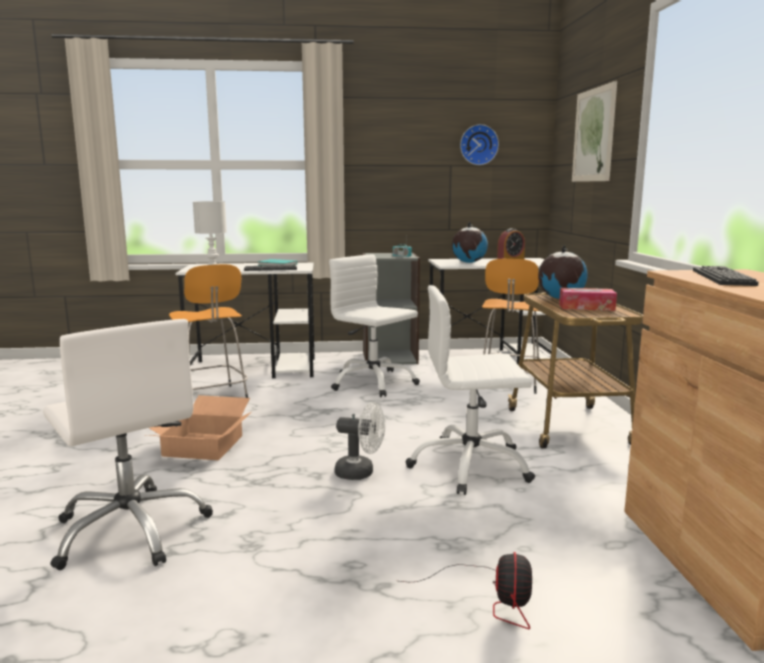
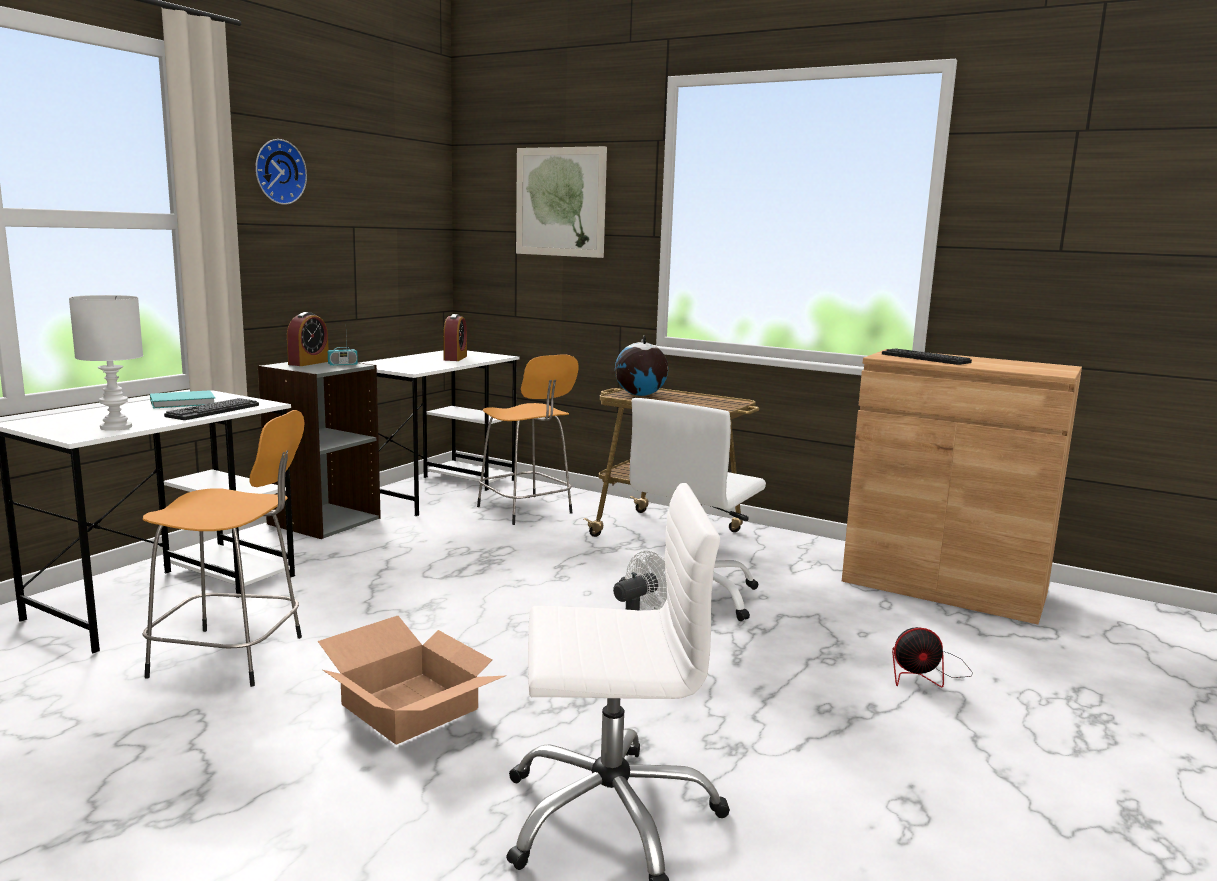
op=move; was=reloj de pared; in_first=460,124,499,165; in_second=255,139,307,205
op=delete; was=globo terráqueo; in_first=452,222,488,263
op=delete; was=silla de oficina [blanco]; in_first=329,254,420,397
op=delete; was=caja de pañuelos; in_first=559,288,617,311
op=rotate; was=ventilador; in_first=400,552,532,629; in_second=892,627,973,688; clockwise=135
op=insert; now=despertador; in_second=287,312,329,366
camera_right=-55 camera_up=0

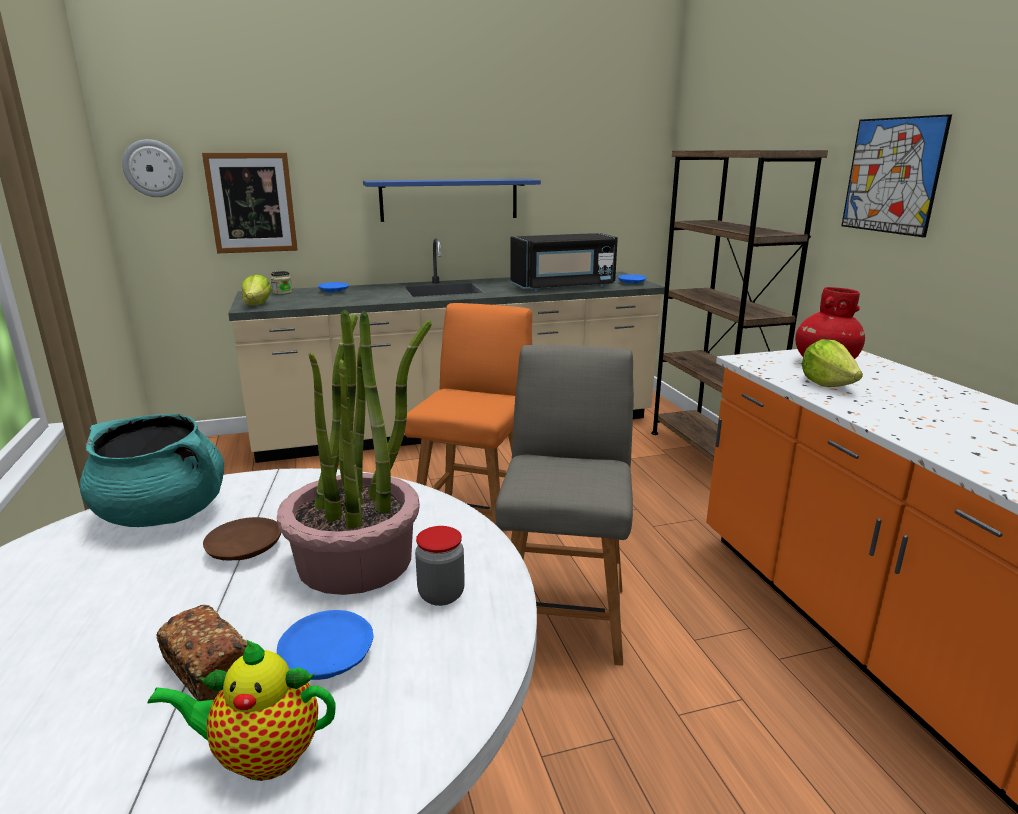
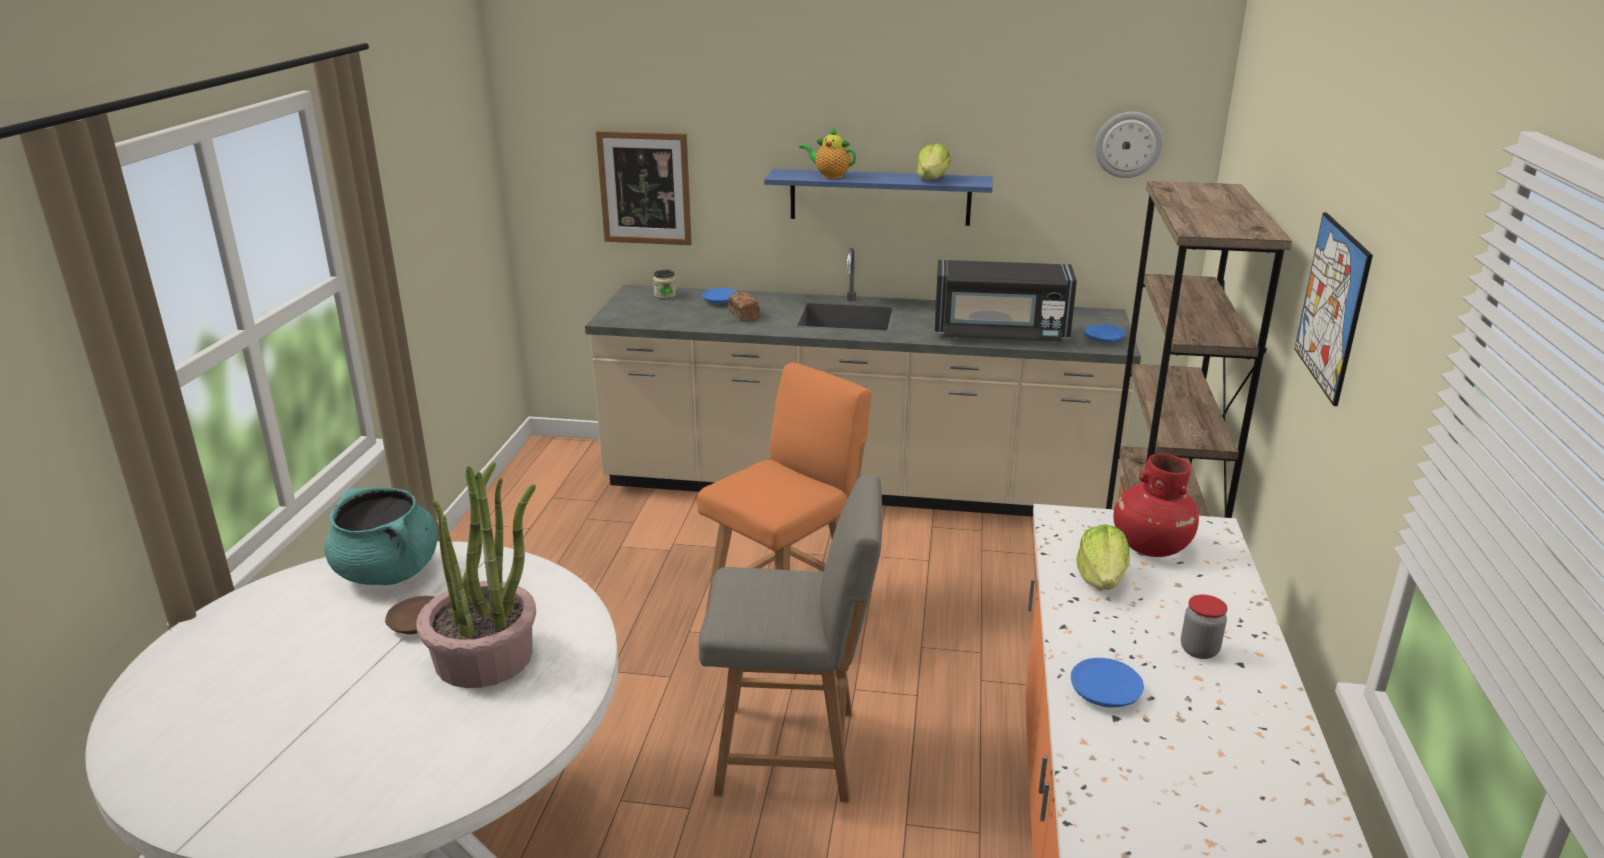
op=move; was=reloj de pared; in_first=122,139,183,197; in_second=1095,112,1163,178
op=move; was=lechuga; in_first=242,274,272,305; in_second=917,143,951,180
op=rotate; was=silla [gris]; in_first=495,345,634,666; in_second=699,474,882,802; clockwise=60
op=move; was=tarro; in_first=415,526,465,606; in_second=1181,595,1228,659
op=move; was=pan; in_first=156,605,248,701; in_second=728,292,760,321
op=move; was=plato [azul]; in_first=277,610,373,680; in_second=1071,658,1144,708
op=move; was=tetera; in_first=148,639,336,781; in_second=799,127,856,179
camera_right=25 camera_up=5

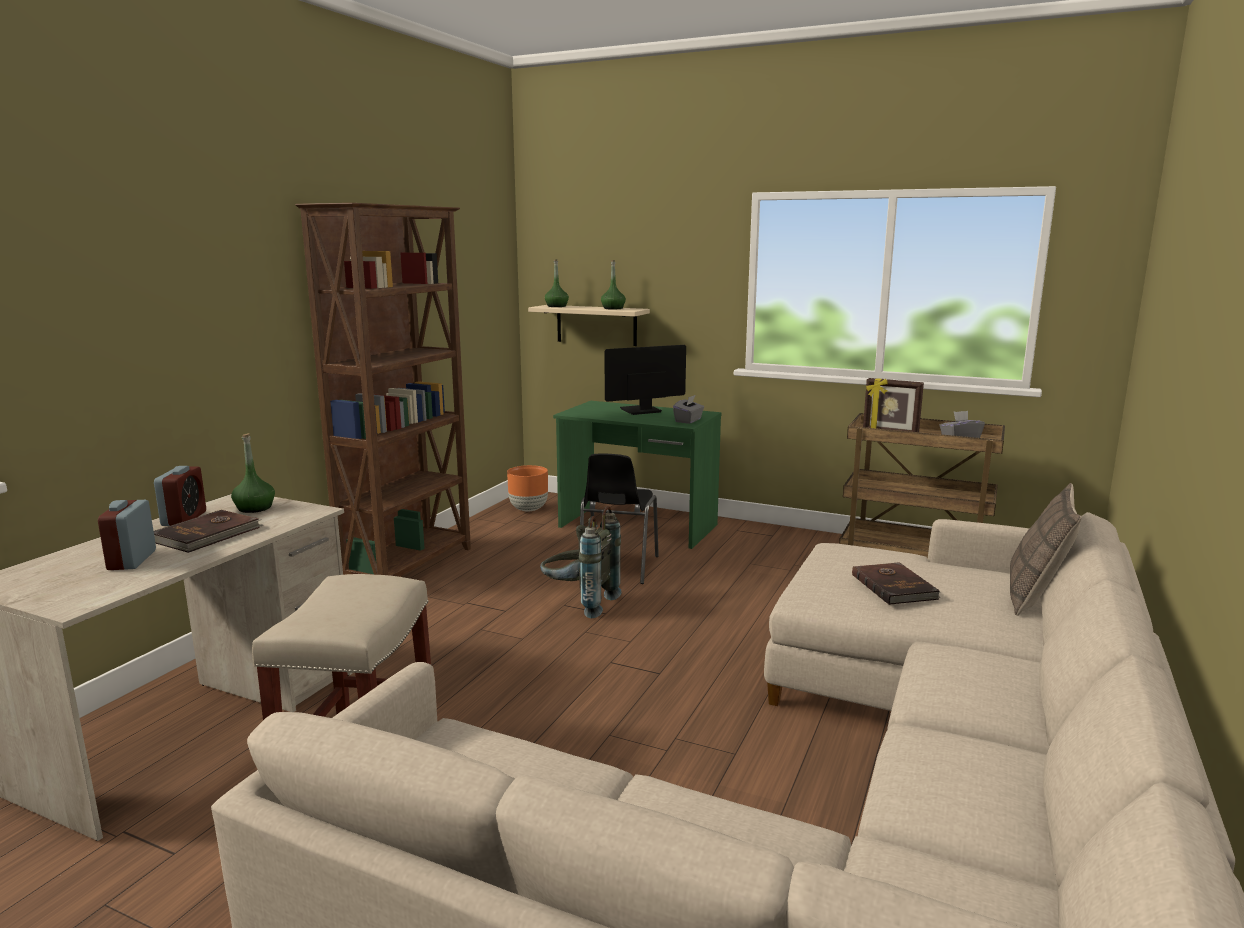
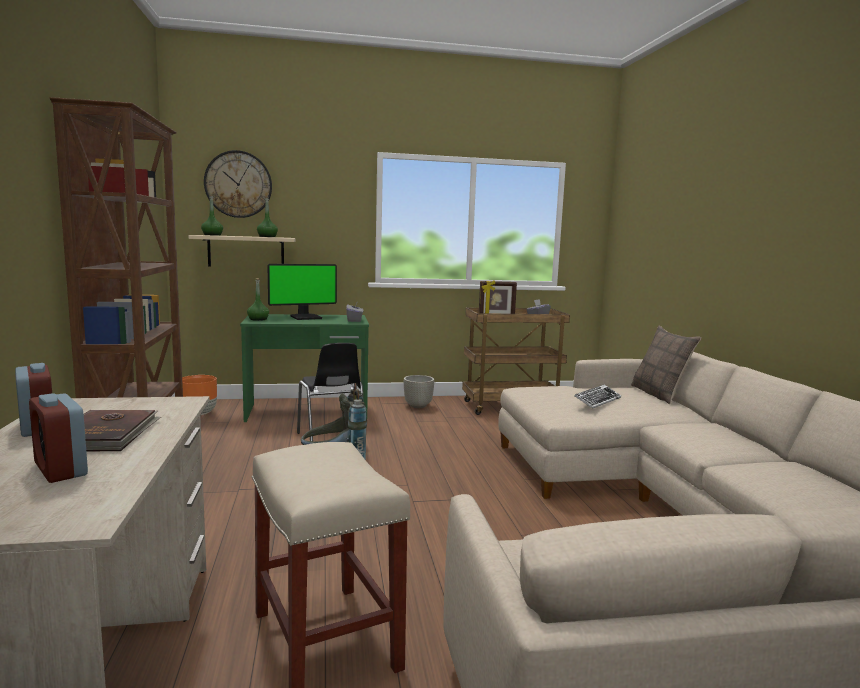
op=rotate; was=monitor; in_first=604,345,686,415; in_second=267,264,337,320; clockwise=-150
op=move; was=botella [verde]; in_first=231,433,275,513; in_second=247,278,269,321
op=replace; was=libro [marrón]; now=teclado; in_first=852,562,940,605; in_second=574,385,621,409
op=insert; now=reloj de pared; in_second=204,150,272,218
op=insert; now=maceta [gris]; in_second=404,375,434,408
camera_right=-35 camera_up=-5

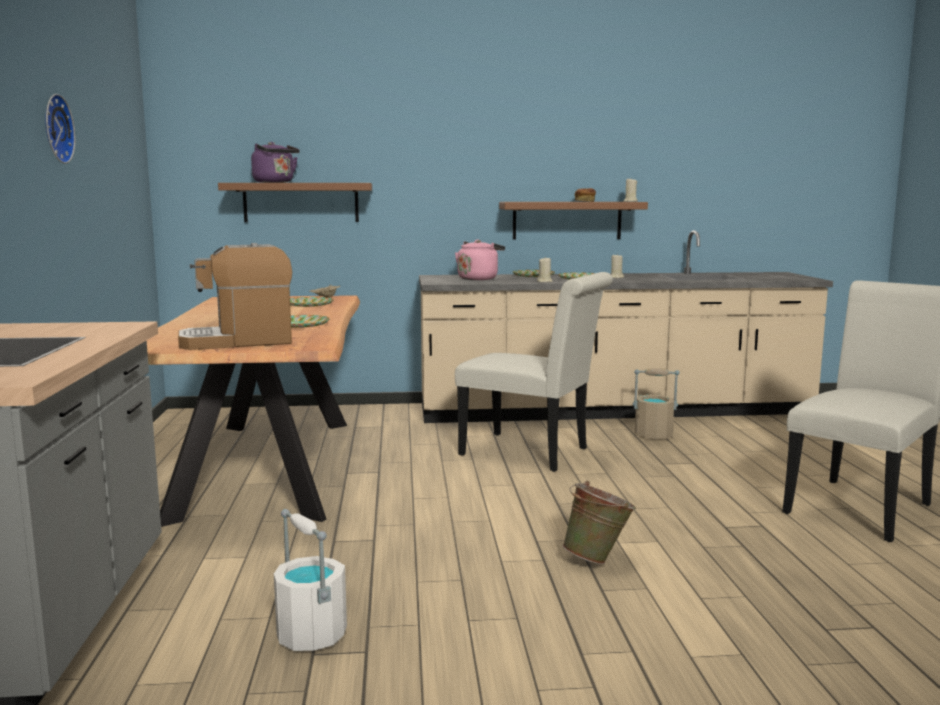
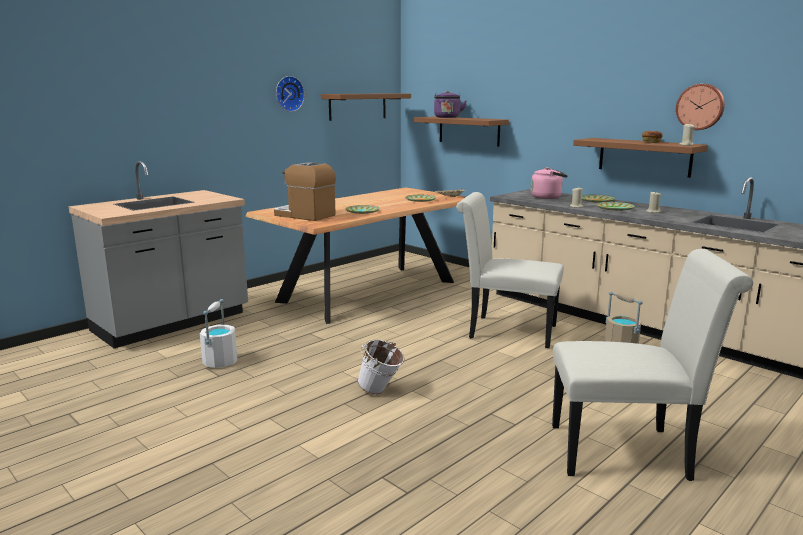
op=rotate; was=silla [blanco]; in_first=455,272,613,472; in_second=456,192,564,348; clockwise=120
op=recolor; was=cubo [verde]; now=cubo [blanco]; in_first=562,481,636,564; in_second=357,340,404,394
op=insert; now=reloj de pared; in_second=676,84,725,130
op=insert; now=estante [marrón]; in_second=321,93,411,121
camera_right=50 camera_up=5

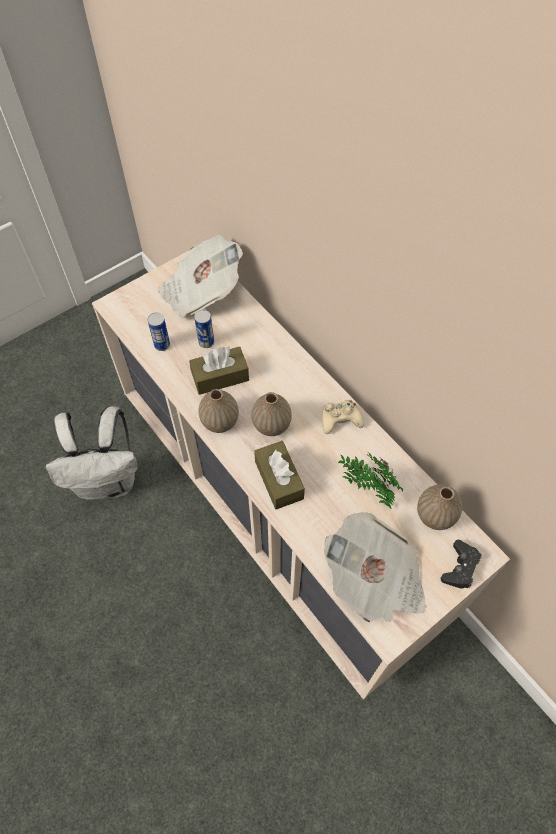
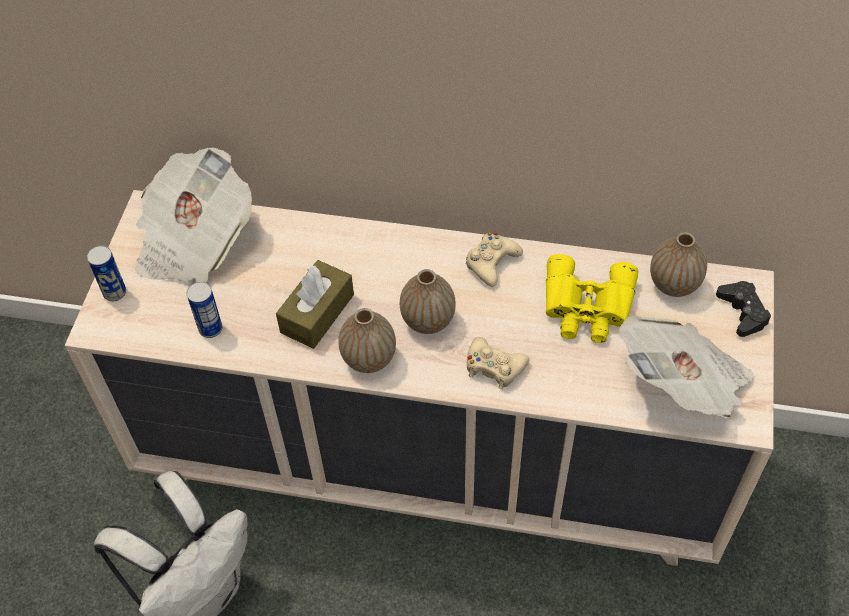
op=move; was=lata; in_first=194,310,214,348; in_second=87,246,126,301
op=replace; was=caja de pañuelos [marrón]; now=mando de consola [beis]; in_first=254,441,305,509; in_second=467,337,530,390
op=replace; was=planta en maceta; now=prismáticos [amarillo]; in_first=338,453,403,509; in_second=546,254,638,343
camera_right=-40 camera_up=-5

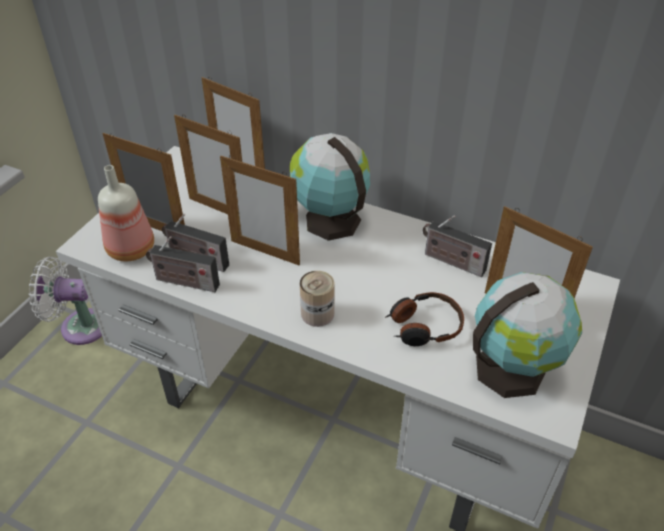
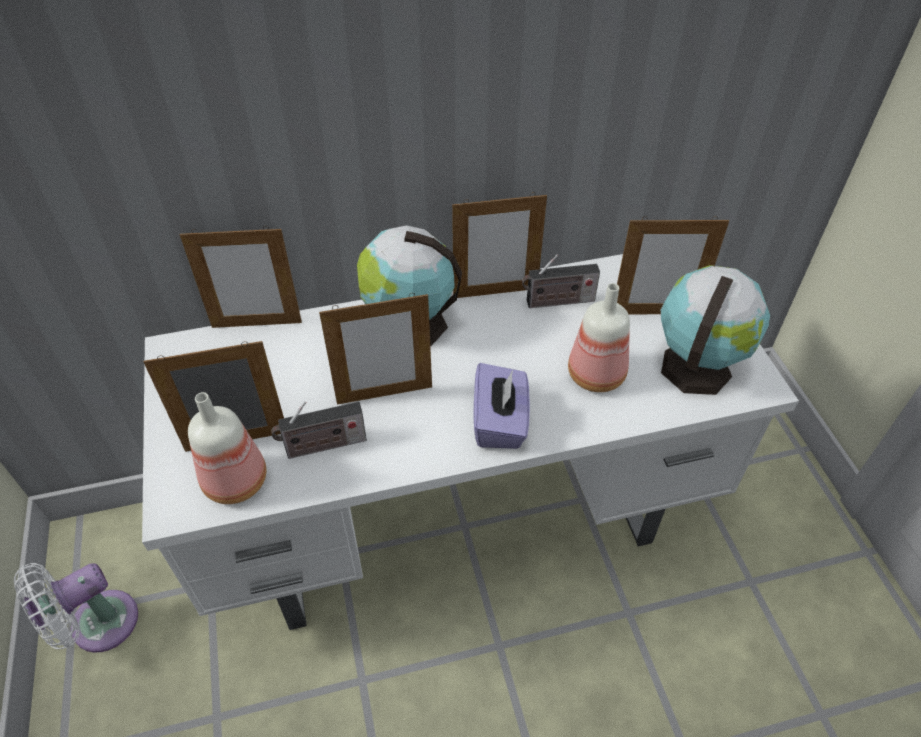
op=move; was=portarretratos; in_first=174,114,242,214; in_second=452,192,547,298
op=delete; was=radio; in_first=146,236,220,292
op=replace; was=lata; now=caja de pañuelos [morado]; in_first=300,271,335,327; in_second=473,363,530,449
op=replace; was=auriculares; now=botella; in_first=385,292,464,346; in_second=568,283,630,392
camera_right=-40 camera_up=5

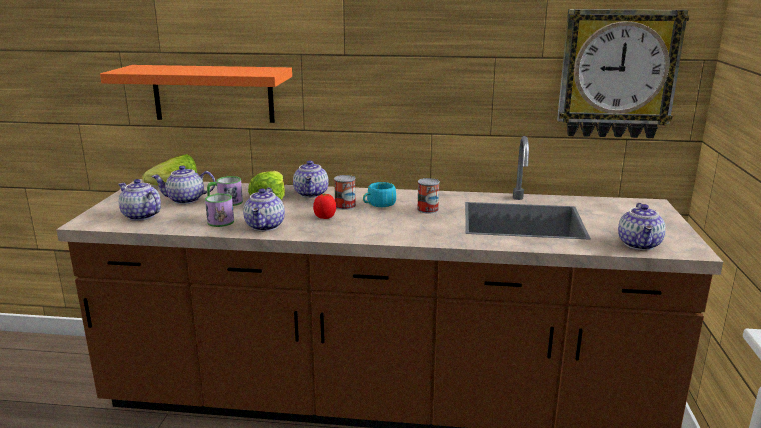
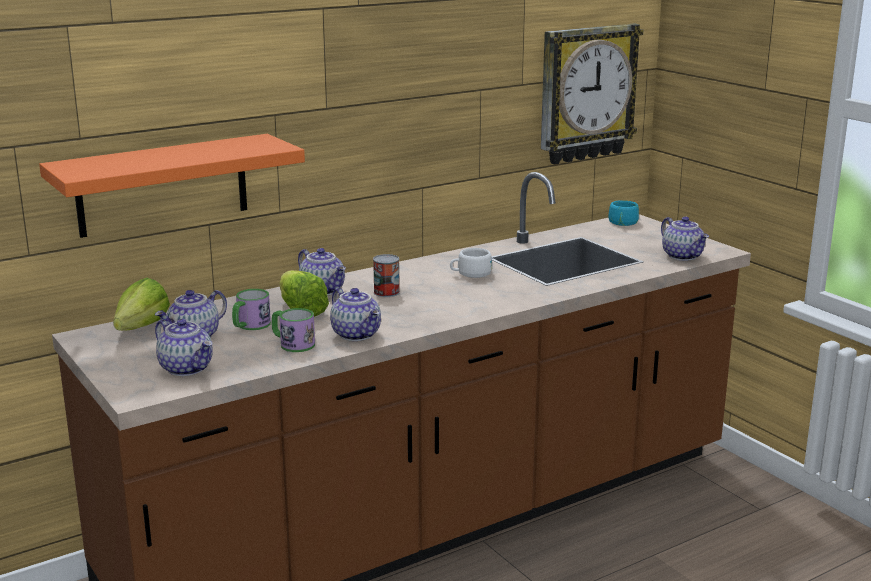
op=replace; was=lata; now=taza [blanco]; in_first=417,178,440,213; in_second=450,248,492,278
op=rotate; was=tetera; in_first=118,179,161,221; in_second=155,319,213,376; clockwise=-135
op=move; was=taza [turquesa]; in_first=363,182,396,207; in_second=608,200,639,226
op=delete; was=tomate; in_first=313,194,336,219
camera_right=-40 camera_up=0

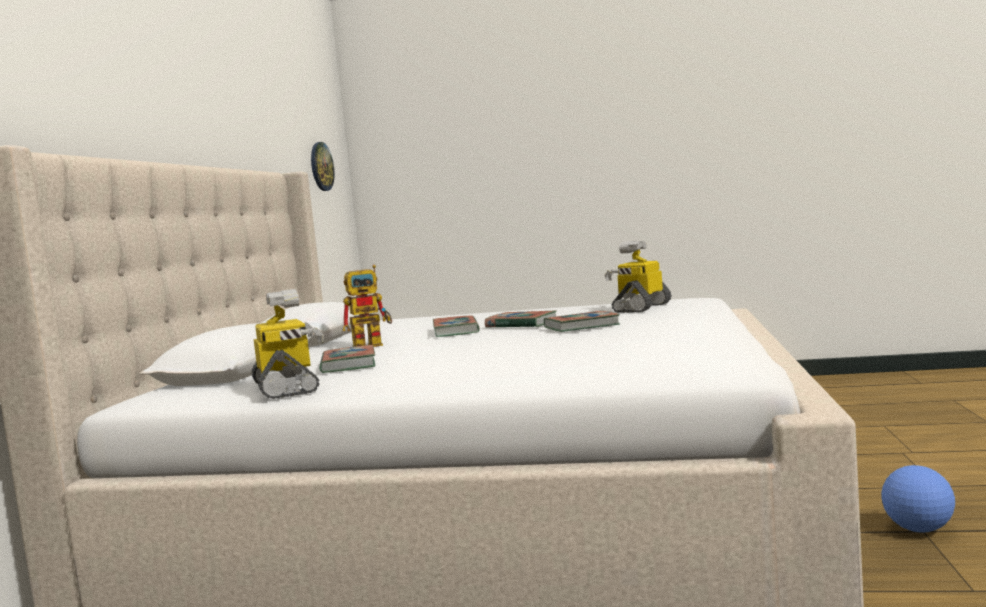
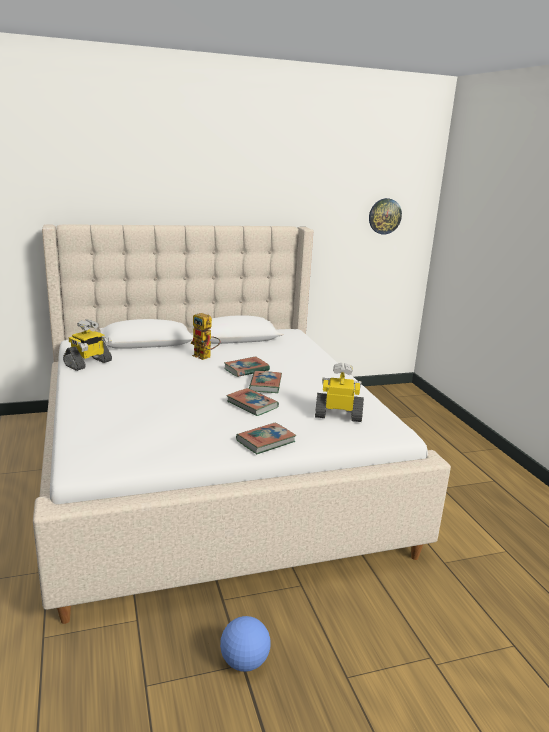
op=move; was=libro; in_first=320,345,375,373; in_second=236,423,296,454
camera_right=60 camera_up=15

